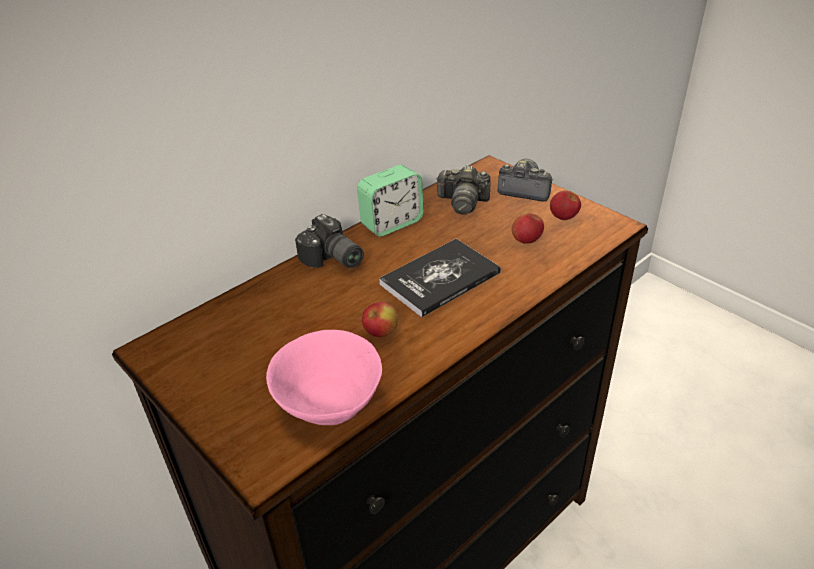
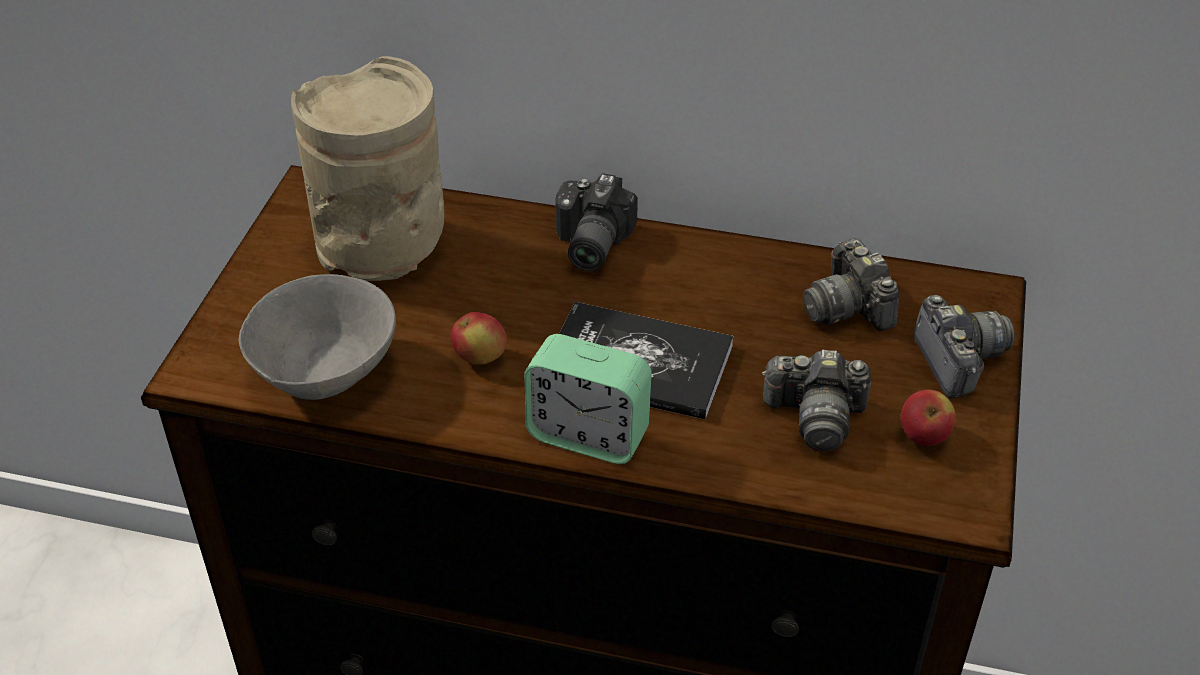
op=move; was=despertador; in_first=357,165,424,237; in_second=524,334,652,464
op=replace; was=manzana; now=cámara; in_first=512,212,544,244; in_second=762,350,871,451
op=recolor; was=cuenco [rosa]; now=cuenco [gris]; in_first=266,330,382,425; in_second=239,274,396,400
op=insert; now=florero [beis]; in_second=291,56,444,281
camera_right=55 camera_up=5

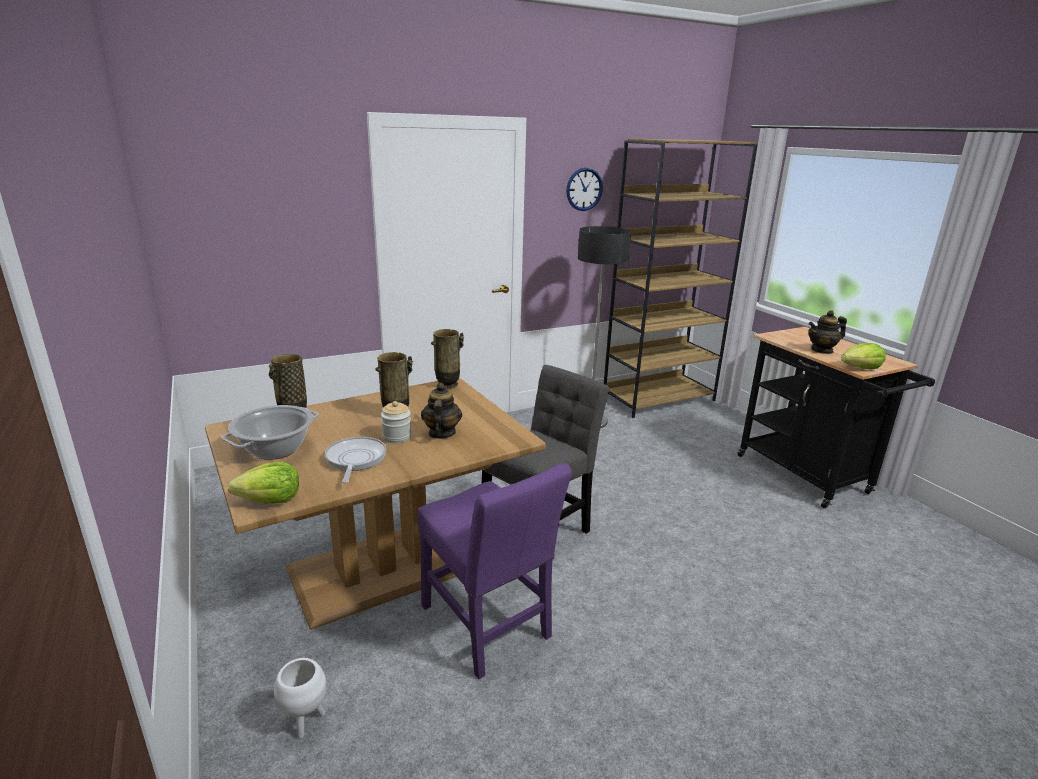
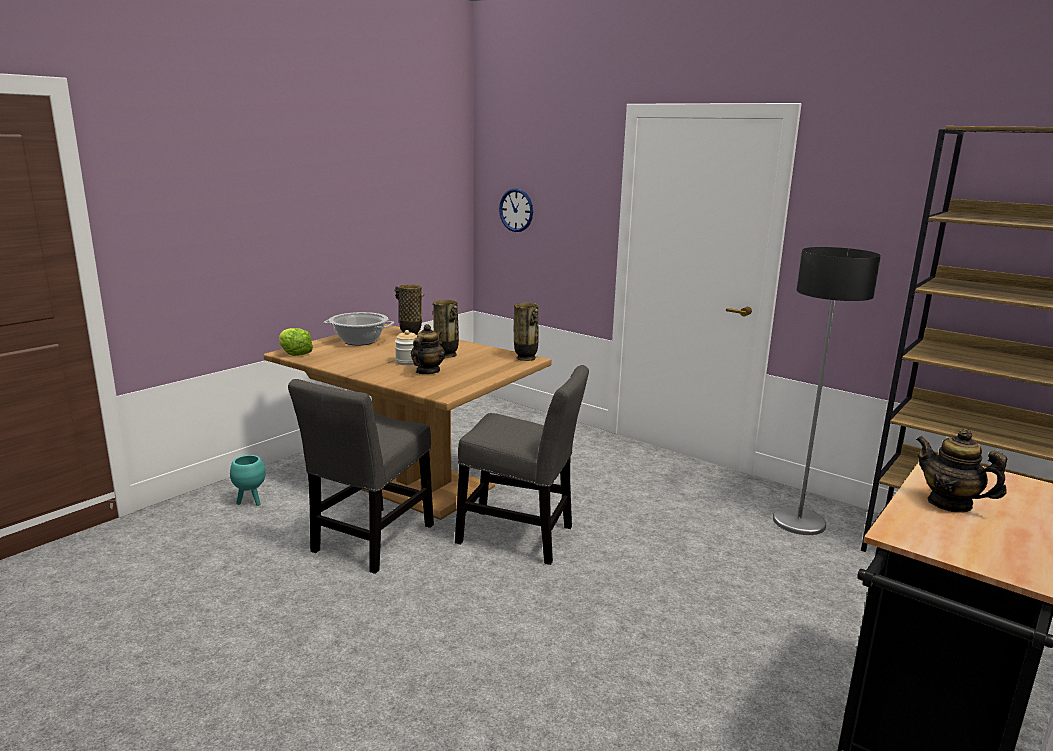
op=move; was=reloj de pared; in_first=566,168,603,211; in_second=499,188,533,232
op=delete; was=lechuga; in_first=841,343,886,369
op=rotate; was=tetera; in_first=421,383,462,439; in_second=411,324,445,374; clockwise=-45
op=delete; was=sartén; in_first=325,437,386,483
op=recolor; was=silla [morado]; now=silla [gris]; in_first=417,463,572,679; in_second=288,379,434,574
op=recolor; was=maceta [blanco]; now=maceta [turquesa]; in_first=274,658,327,739; in_second=230,455,266,506
camera_right=65 camera_up=-5

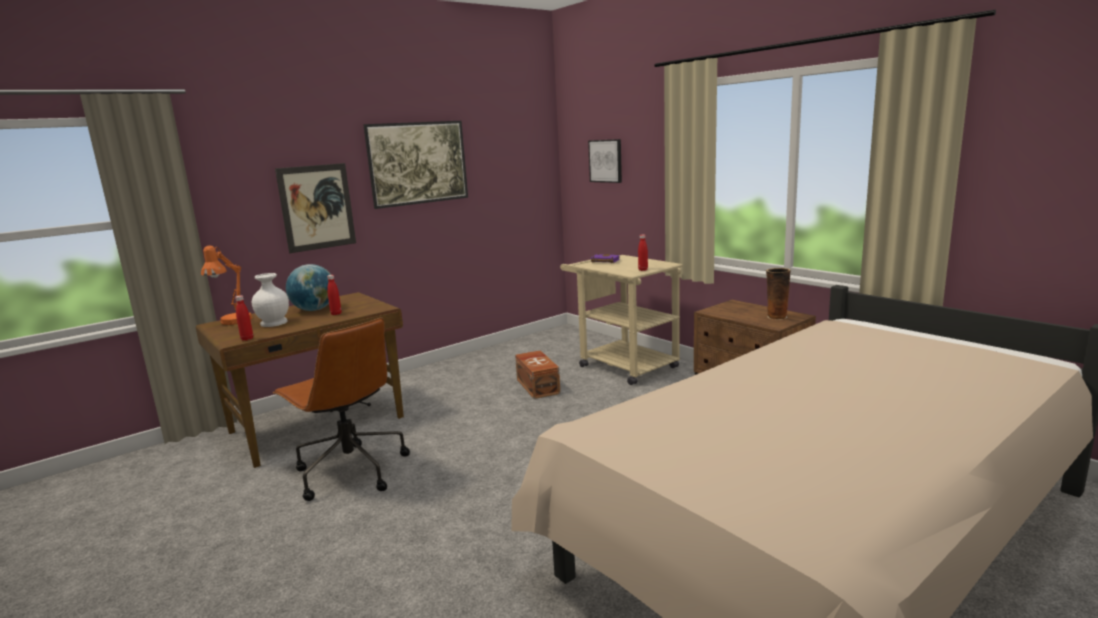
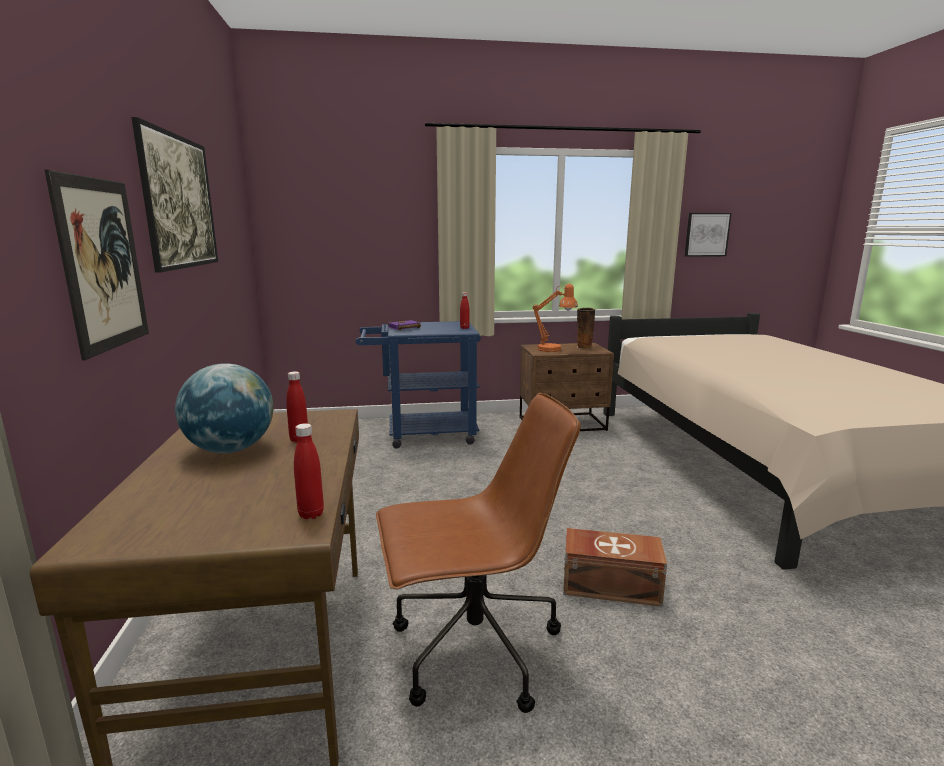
op=move; was=cuadro; in_first=588,139,622,183; in_second=684,213,732,257
op=move; was=lámpara de mesa [naranja]; in_first=201,246,253,325; in_second=533,284,578,352
op=recolor; was=carrito [beis]; now=carrito [azul]; in_first=560,255,683,385; in_second=356,321,481,448
op=delete; was=florero [blanco]; in_first=252,273,289,327
op=move; was=caja de almacenaje [marrón]; in_first=515,350,561,399; in_second=563,528,667,607
camera_right=-60 camera_up=0

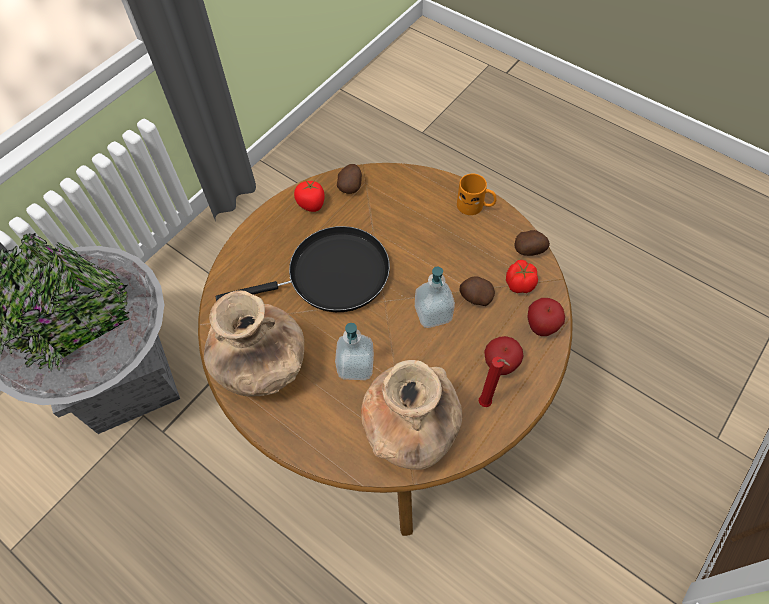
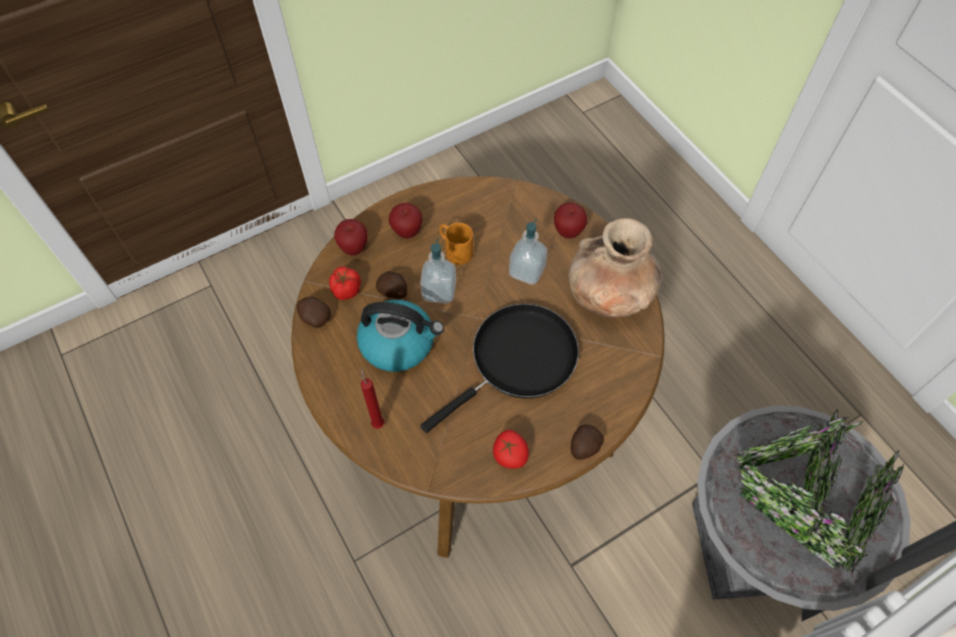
op=move; was=patata; in_first=337,164,362,194; in_second=571,424,604,460
op=move; was=taza grande [naranja]; in_first=457,173,497,215; in_second=439,223,473,265
op=rotate; was=sartén [negro]; in_first=216,226,390,312; in_second=420,304,579,433; clockwise=135
op=move; was=vela [rojo]; in_first=479,356,510,407; in_second=361,367,384,429
op=delete; was=florero [marrón]; in_first=361,360,462,470
op=insert; now=manzana; in_second=554,202,587,238
op=insert; now=hervidor; in_second=357,300,444,372
camera_right=-160 camera_up=0

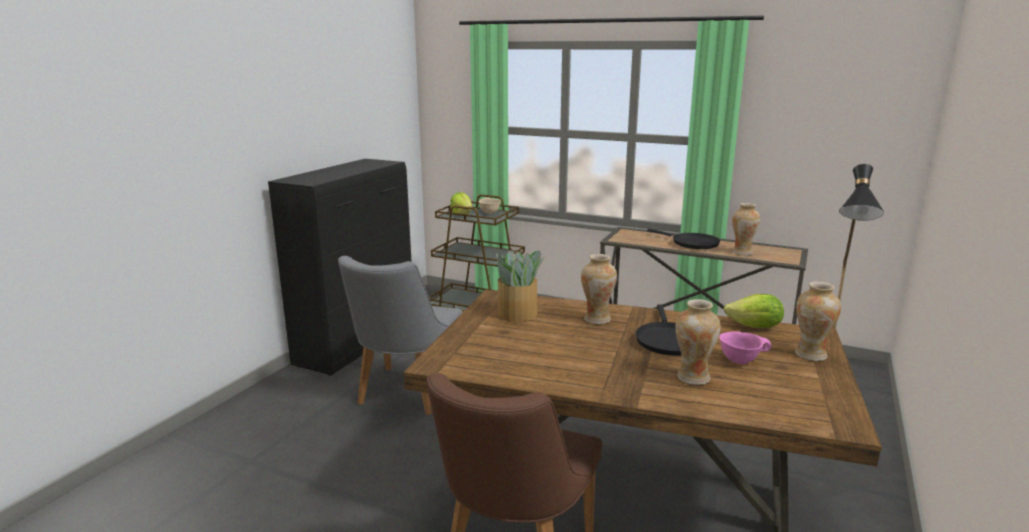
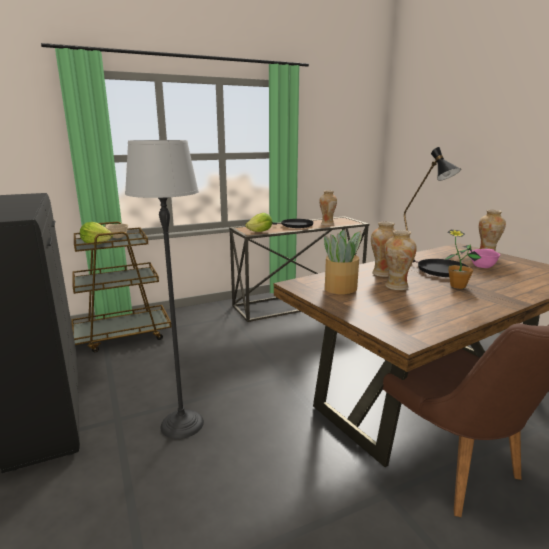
op=replace; was=silla [gris]; now=lámpara de pie; in_first=338,256,463,415; in_second=125,140,204,439
op=move; was=lechuga; in_first=724,294,784,328; in_second=245,213,272,232
op=move; was=florero; in_first=675,299,721,385; in_second=385,230,417,290
op=insert; now=planta en maceta; in_second=444,230,482,289
camera_right=-50 camera_up=0

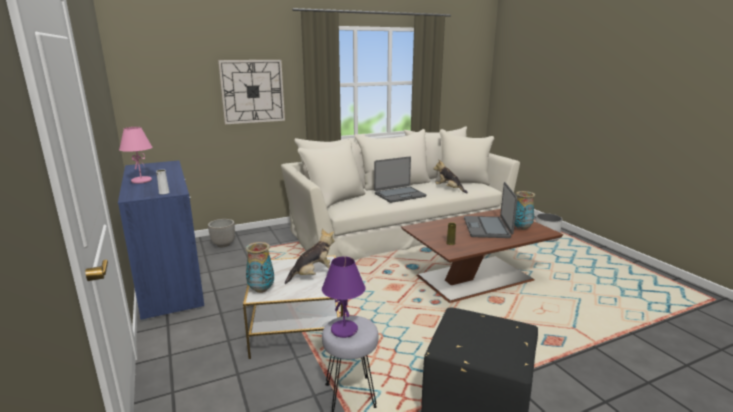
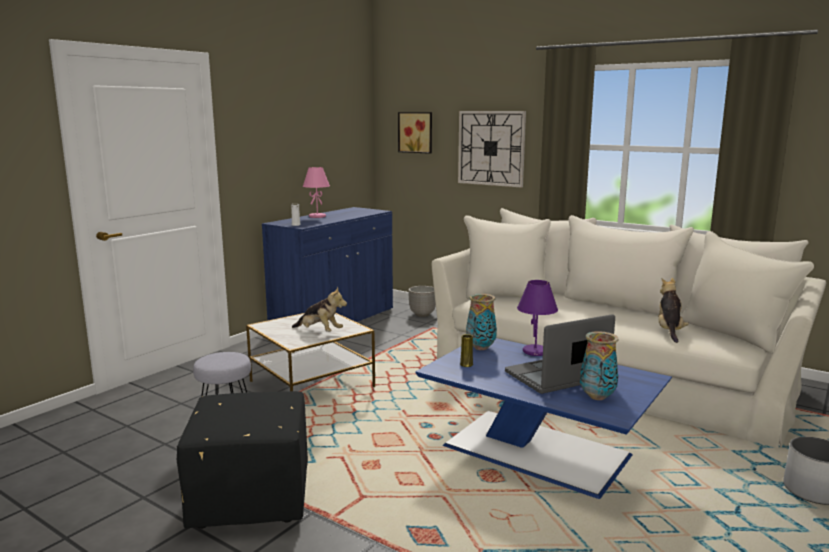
op=delete; was=portátil; in_first=374,156,427,203
op=recolor; was=mesa de centro [marrón]; now=mesa de centro [azul]; in_first=401,209,563,303; in_second=415,338,672,499
op=move; was=florero; in_first=246,242,274,293; in_second=466,294,497,350
op=move; was=lámpara de mesa [morado]; in_first=322,257,365,338; in_second=517,280,558,356
op=insert; now=cuadro; in_second=398,112,432,154
camera_right=60 camera_up=-5

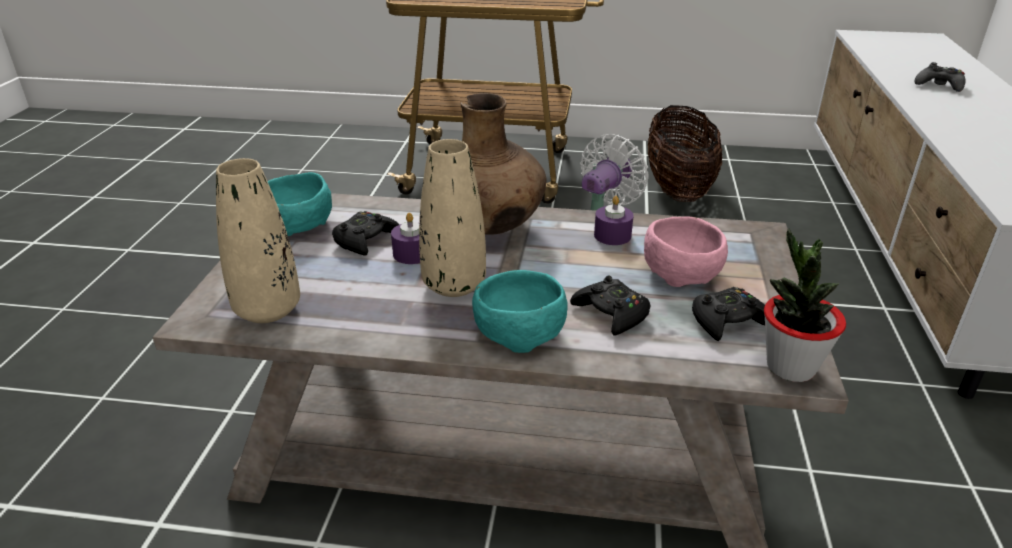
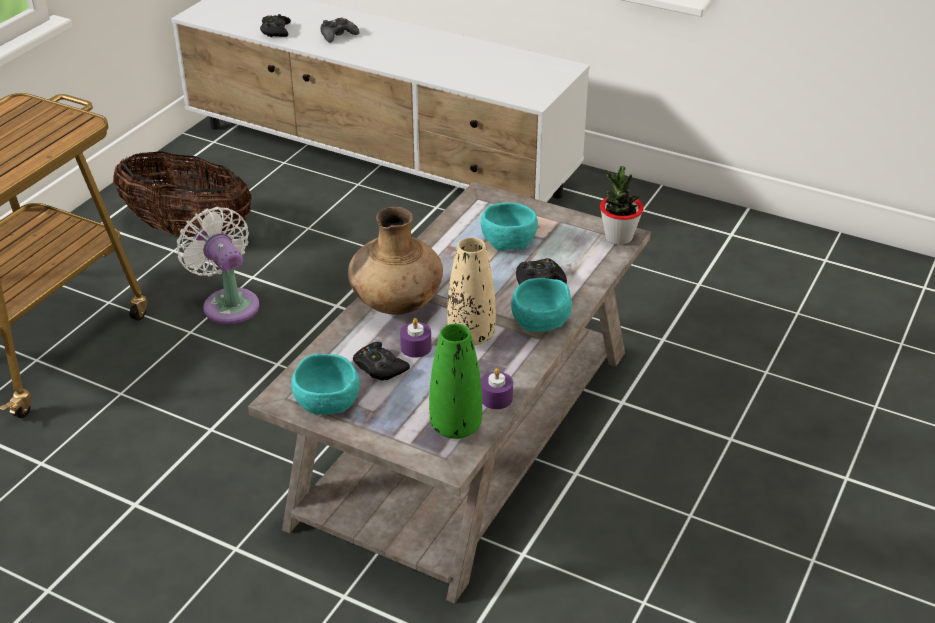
op=recolor; was=florero [beis]; now=florero [verde]; in_first=216,158,300,323; in_second=429,324,482,439
op=move; was=vela [morado]; in_first=594,196,634,245; in_second=481,368,513,409
op=recolor; was=cuenco [rosa]; now=cuenco [turquesa]; in_first=644,217,728,287; in_second=481,202,538,251
op=move; was=mando de consola [negro]; in_first=692,287,765,341; in_second=260,14,291,37
camera_right=-70 camera_up=5

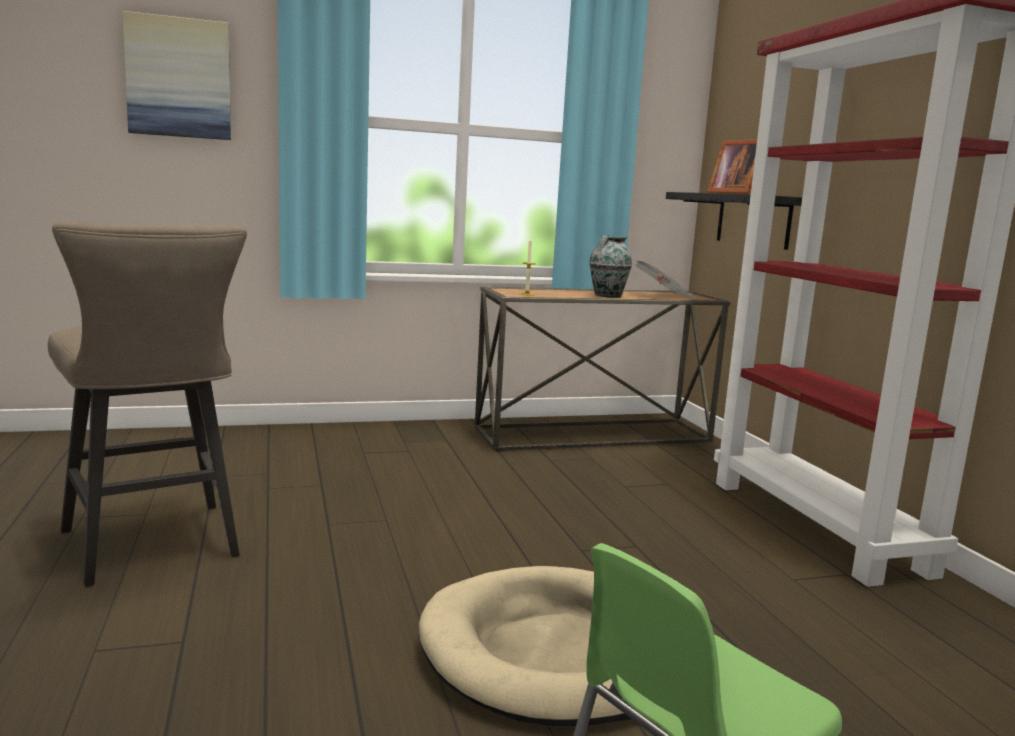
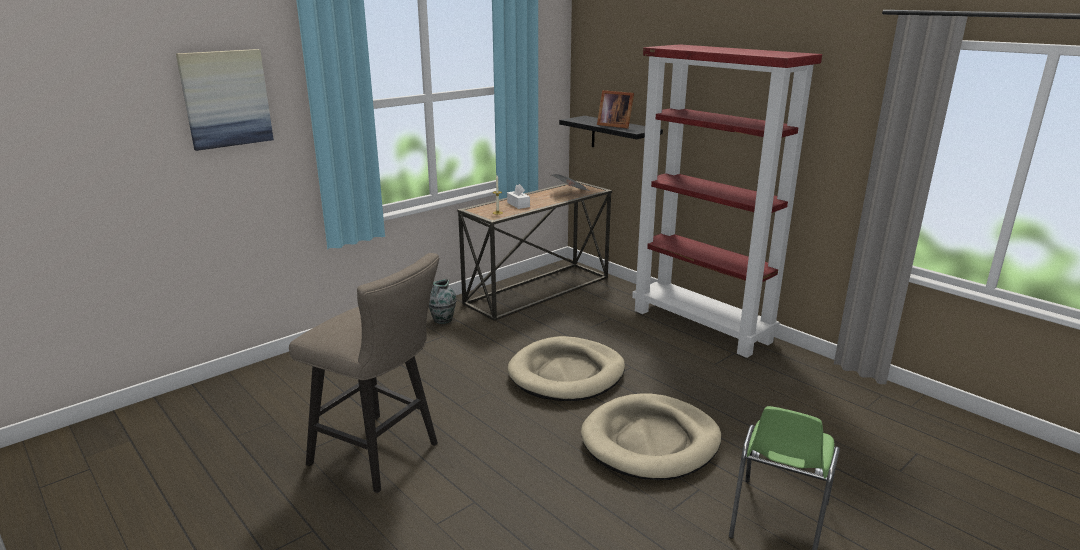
op=move; was=florero; in_first=589,235,632,298; in_second=429,279,457,324
op=insert; now=caja de pañuelos [blanco]; in_second=507,184,530,209
op=insert; now=cama para perro [beis]; in_second=507,336,625,401
camera_right=-25 camera_up=10

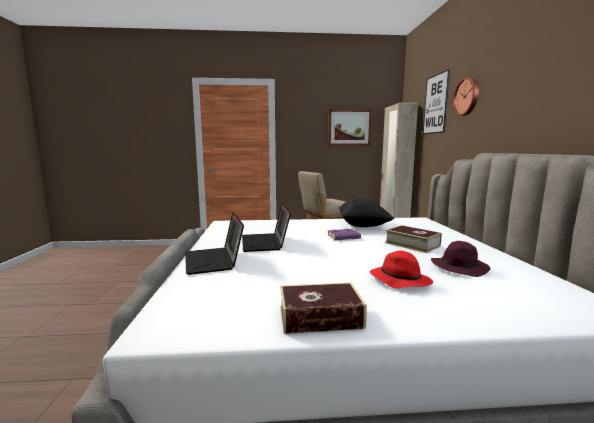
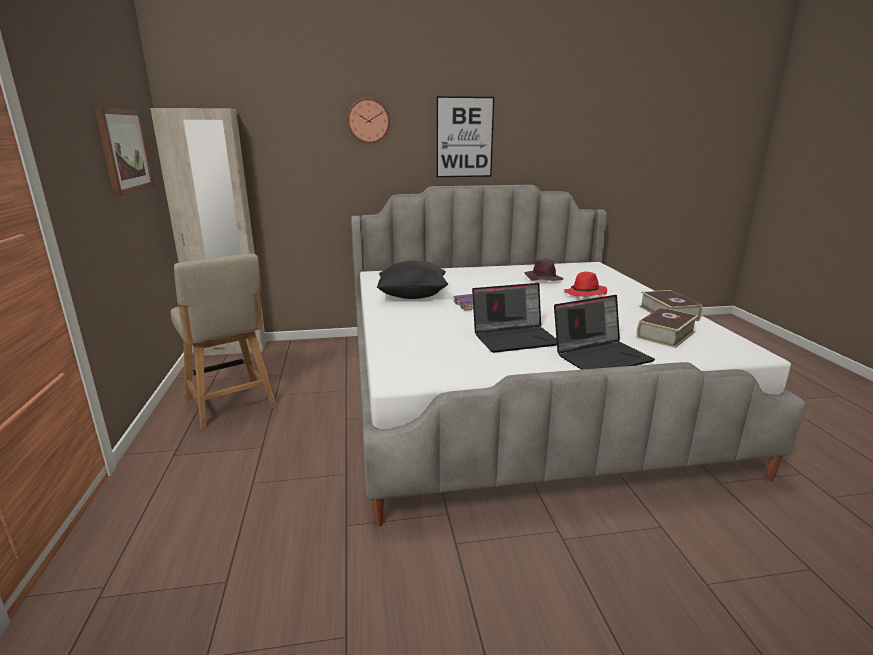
op=move; was=cuadro; in_first=423,69,450,134; in_second=437,96,494,177
op=move; was=libro; in_first=385,225,442,253; in_second=637,307,699,348
camera_right=-95 camera_up=10

